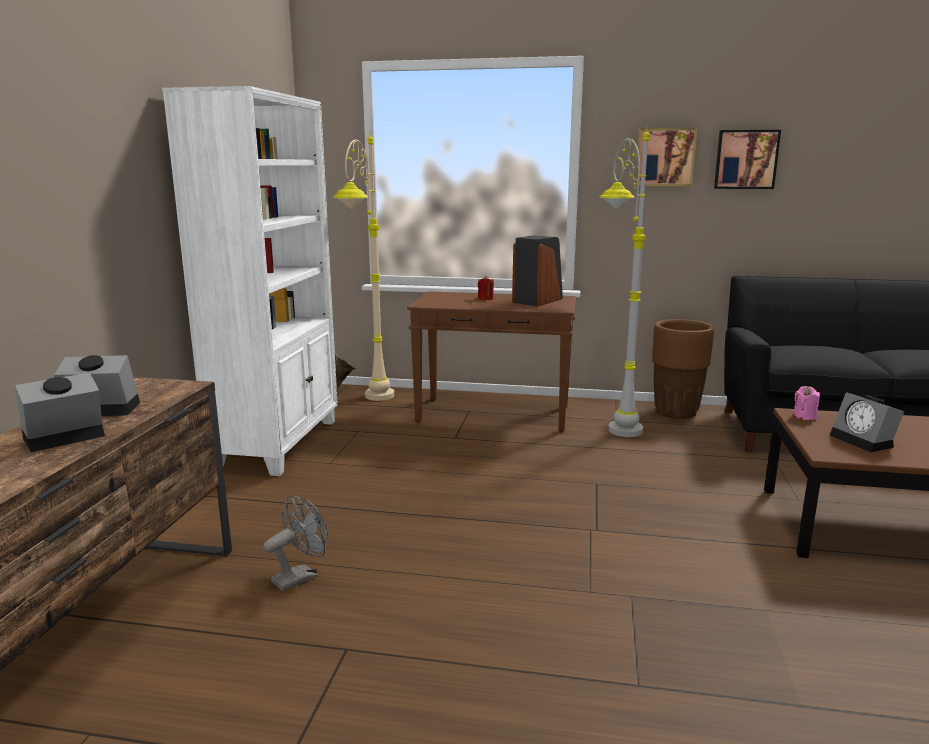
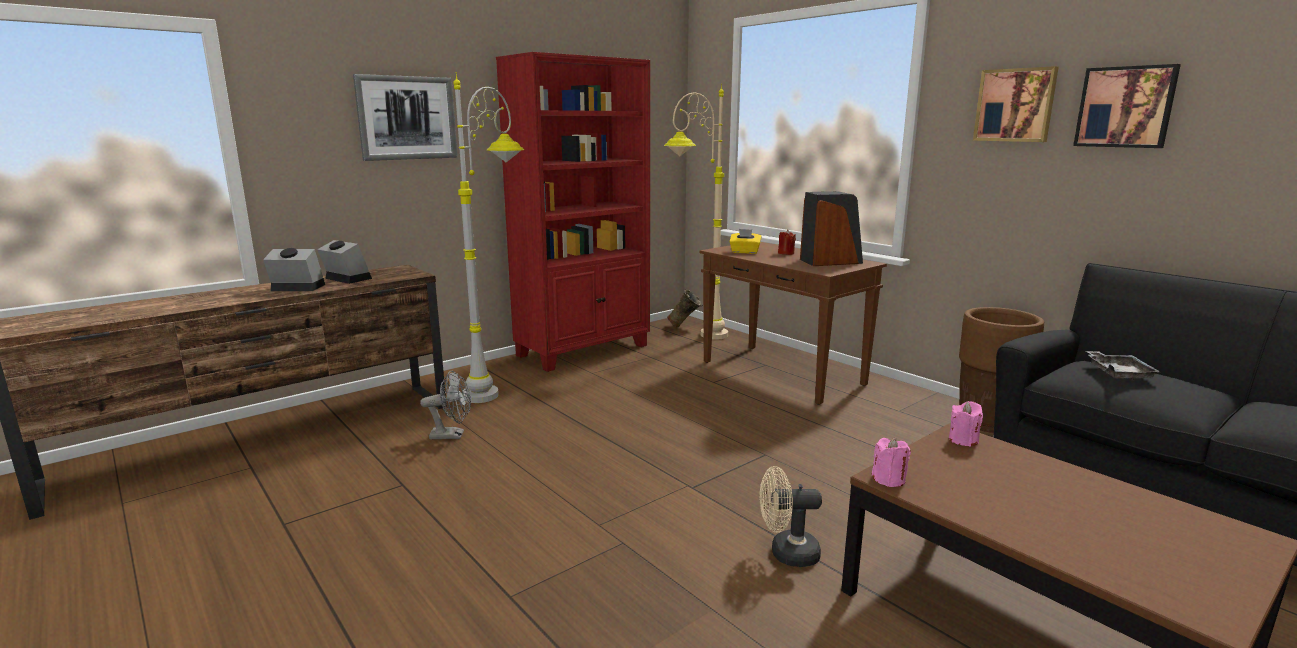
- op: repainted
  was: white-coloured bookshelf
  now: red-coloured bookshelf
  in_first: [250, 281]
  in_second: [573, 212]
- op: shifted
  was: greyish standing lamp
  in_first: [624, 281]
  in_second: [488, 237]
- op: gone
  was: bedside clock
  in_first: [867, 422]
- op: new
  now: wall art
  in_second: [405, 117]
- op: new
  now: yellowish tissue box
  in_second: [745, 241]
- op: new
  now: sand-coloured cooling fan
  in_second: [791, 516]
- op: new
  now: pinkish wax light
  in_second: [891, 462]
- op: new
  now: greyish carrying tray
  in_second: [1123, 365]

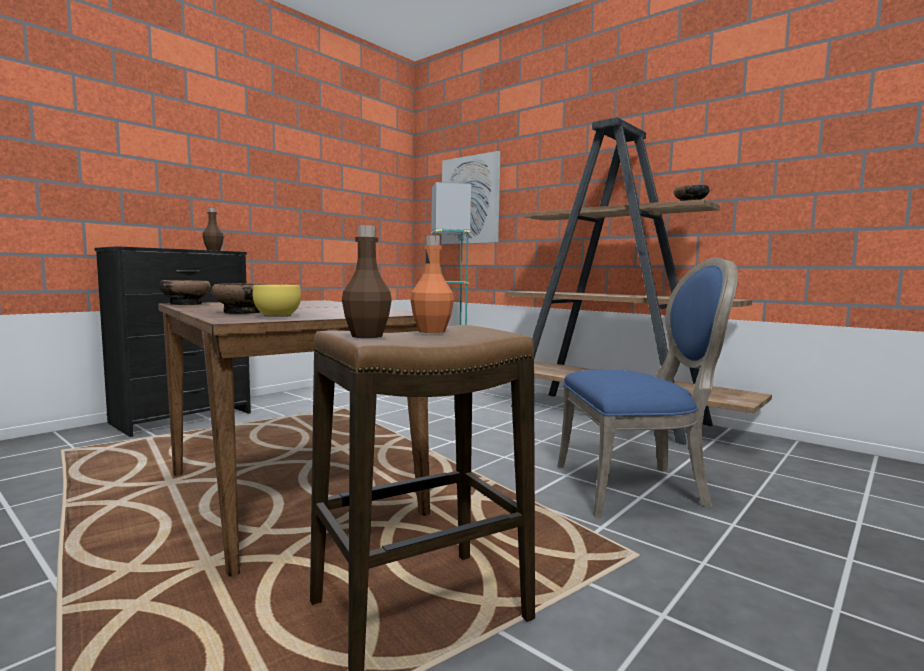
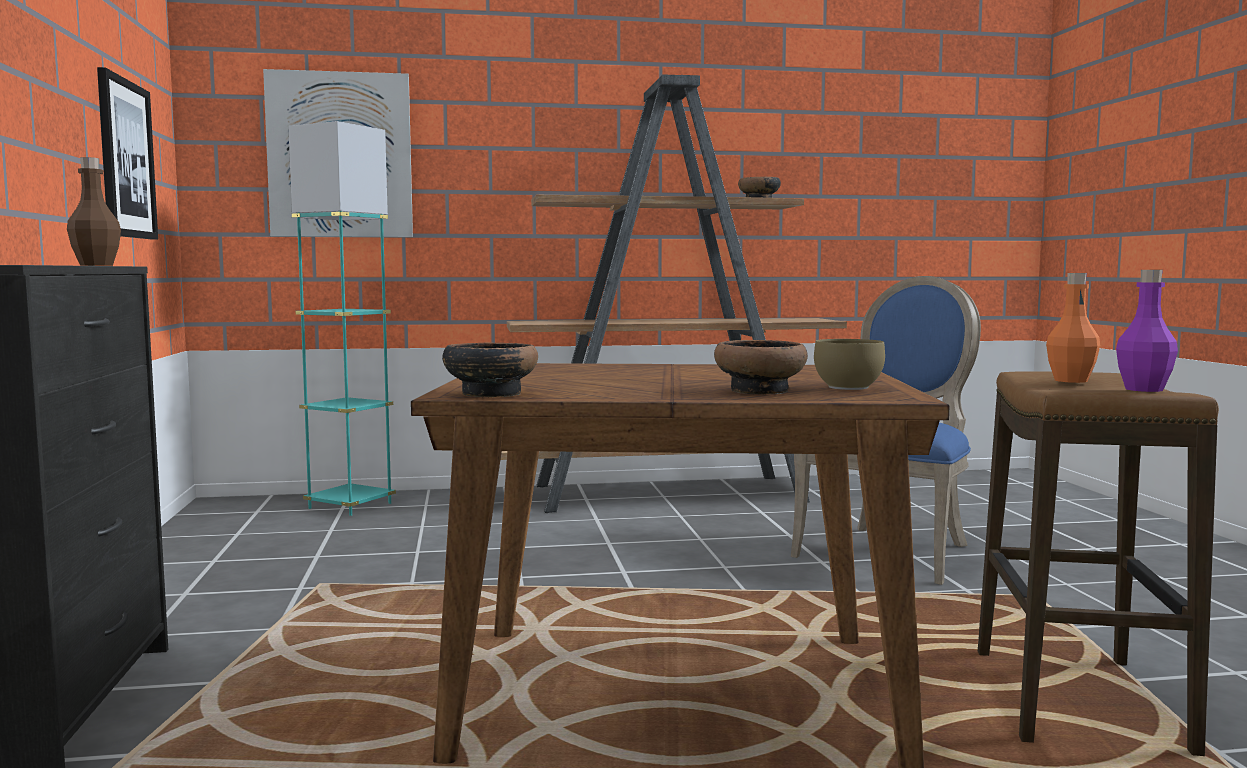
- op: repainted
  was: yellowish deep dish
  now: brownish deep dish
  in_first: [277, 301]
  in_second: [849, 364]
- op: repainted
  was: brownish bottle
  now: purplish bottle
  in_first: [367, 281]
  in_second: [1147, 331]
- op: new
  now: wall art
  in_second: [127, 153]

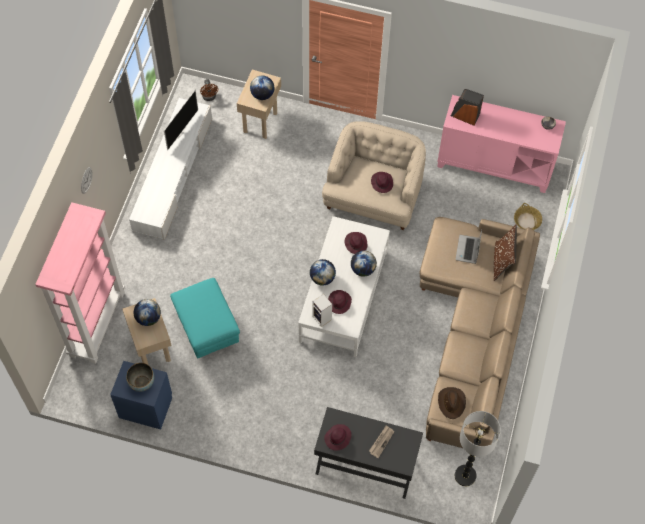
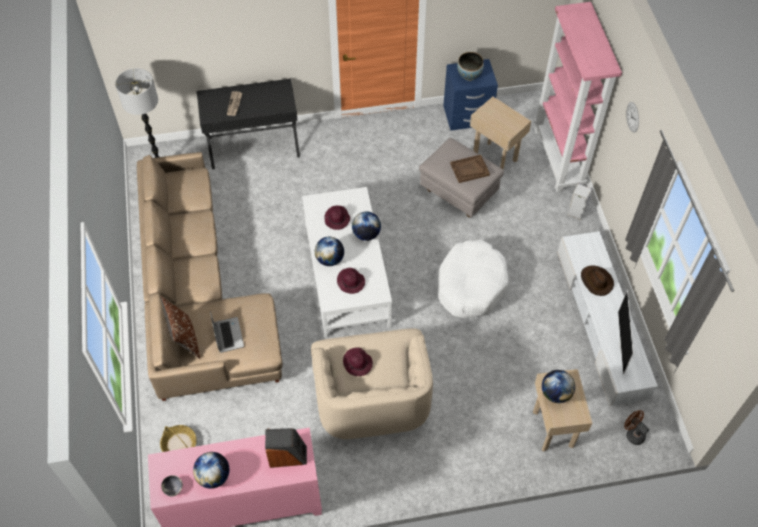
- op: shifted
  was: world globe
  in_first: [147, 312]
  in_second: [211, 470]
- op: repainted
  was: turquoise pouffe
  now: greyish pouffe
  in_first: [205, 318]
  in_second: [461, 178]
- op: shifted
  was: loudspeaker
  in_first: [322, 310]
  in_second: [579, 202]
- op: gone
  was: purplish wearable hat
  in_first: [338, 437]
- op: shifted
  was: brownish wearable hat
  in_first: [452, 403]
  in_second: [597, 280]
- op: new
  now: white-coloured dog cushion
  in_second: [473, 278]
- op: new
  now: brownish carrying tray
  in_second: [470, 169]

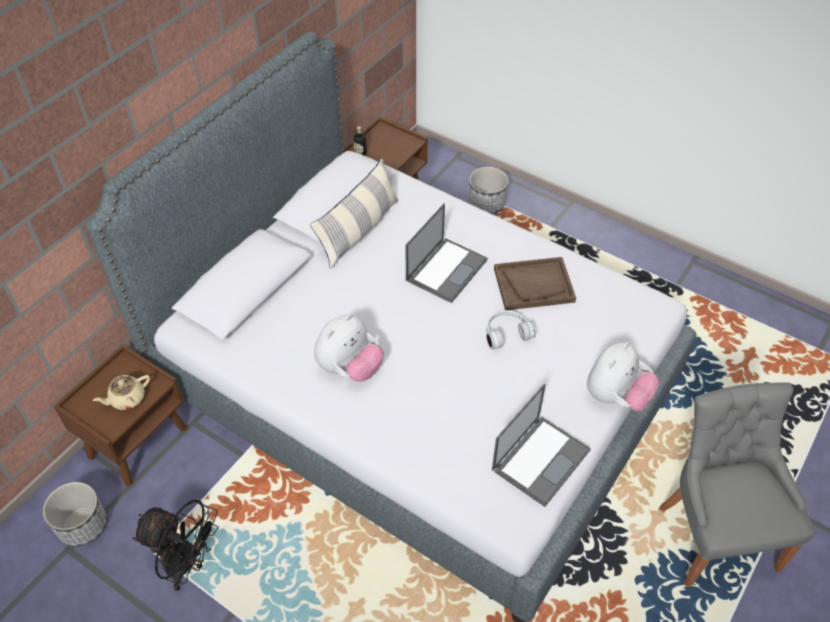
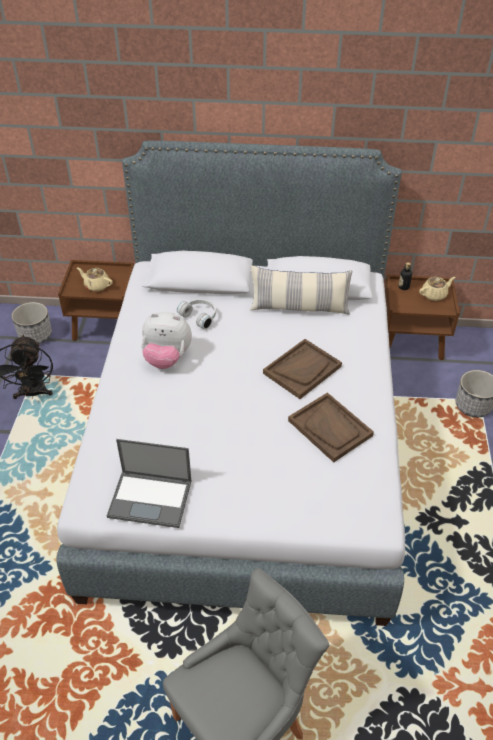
- op: swapped
  was: notebook computer
  now: brownish carrying tray
  in_first: [446, 253]
  in_second: [302, 369]
- op: shifted
  was: white-coloured pair of headphones
  in_first: [511, 329]
  in_second: [196, 314]
- op: gone
  was: cuddly toy
  in_first: [623, 376]
- op: new
  now: sand-coloured teapot
  in_second: [437, 289]

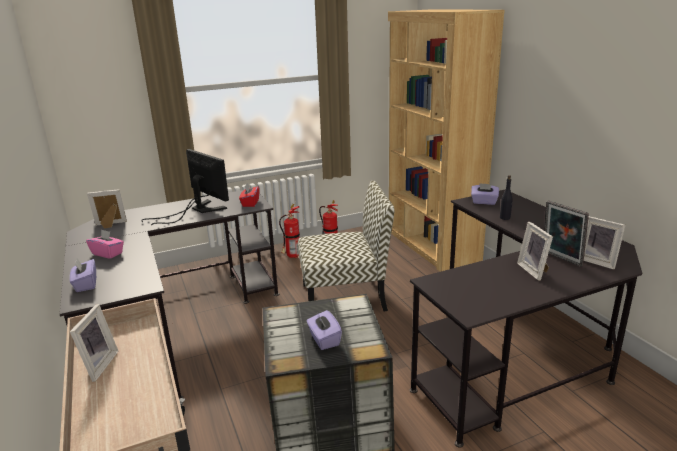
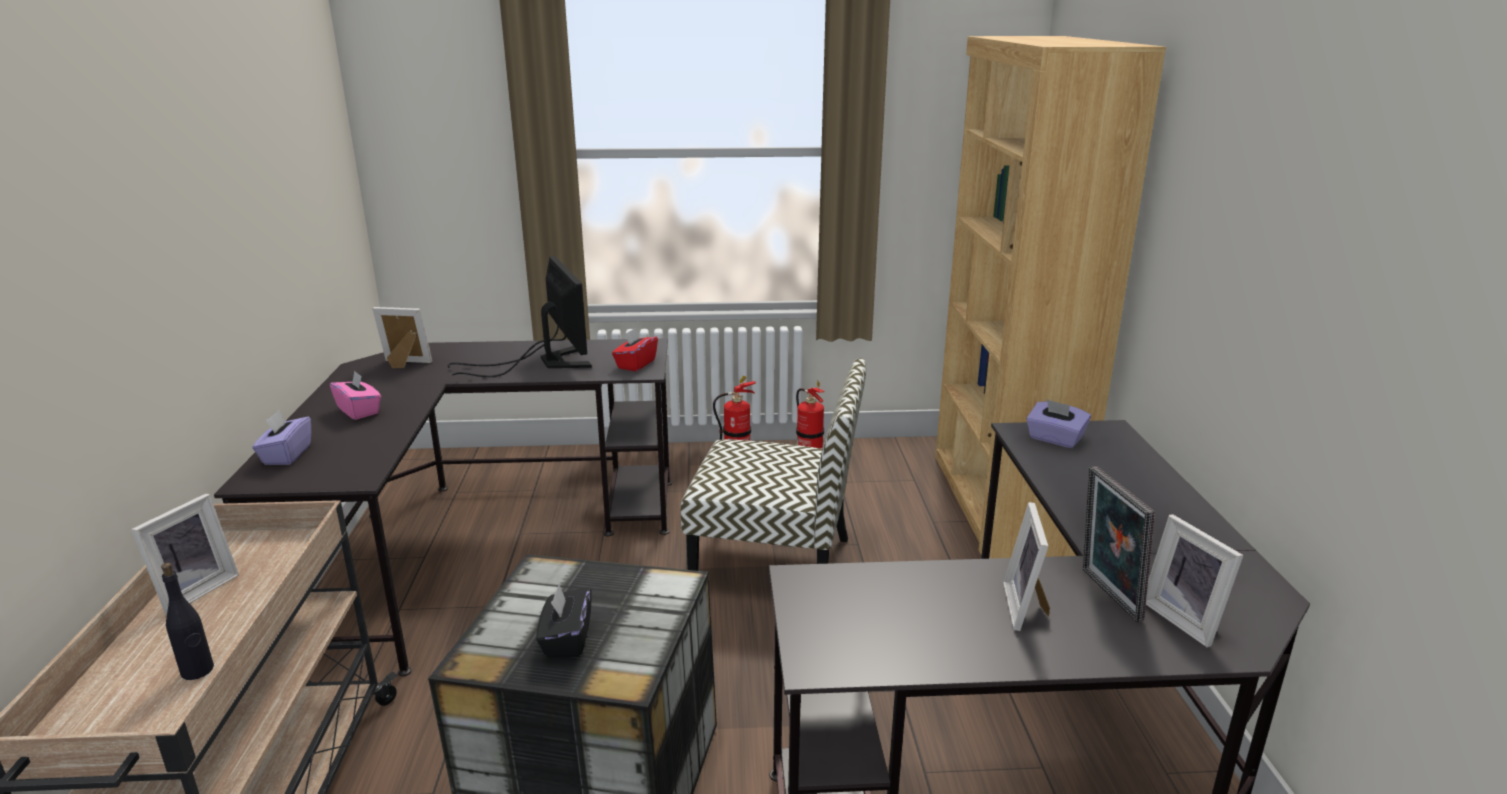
- op: repainted
  was: purplish tissue box
  now: blackish tissue box
  in_first: [324, 330]
  in_second: [564, 620]
- op: shifted
  was: blackish bottle
  in_first: [506, 197]
  in_second: [187, 621]

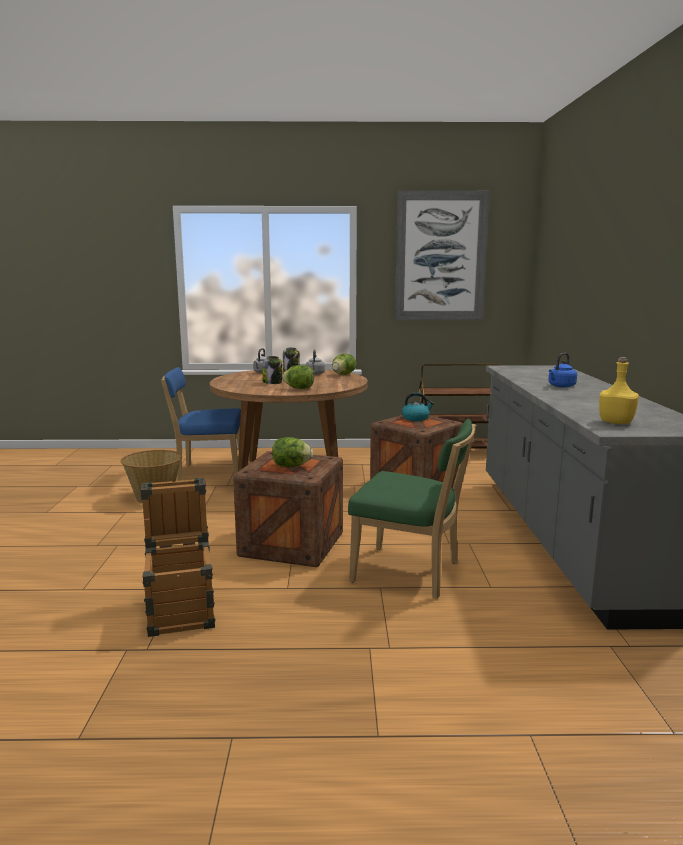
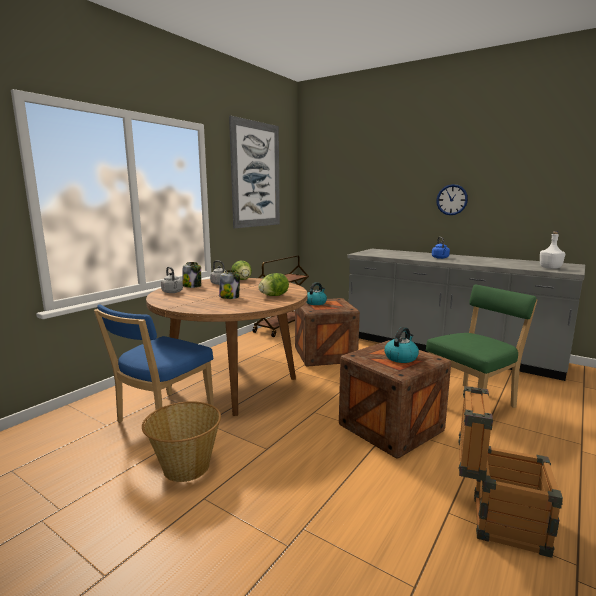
- op: swapped
  was: head of lettuce
  now: kettle
  in_first: [292, 452]
  in_second: [401, 345]
- op: repainted
  was: yellowish bottle
  now: white-coloured bottle
  in_first: [619, 390]
  in_second: [553, 250]
- op: new
  now: clock on the wall
  in_second: [452, 199]

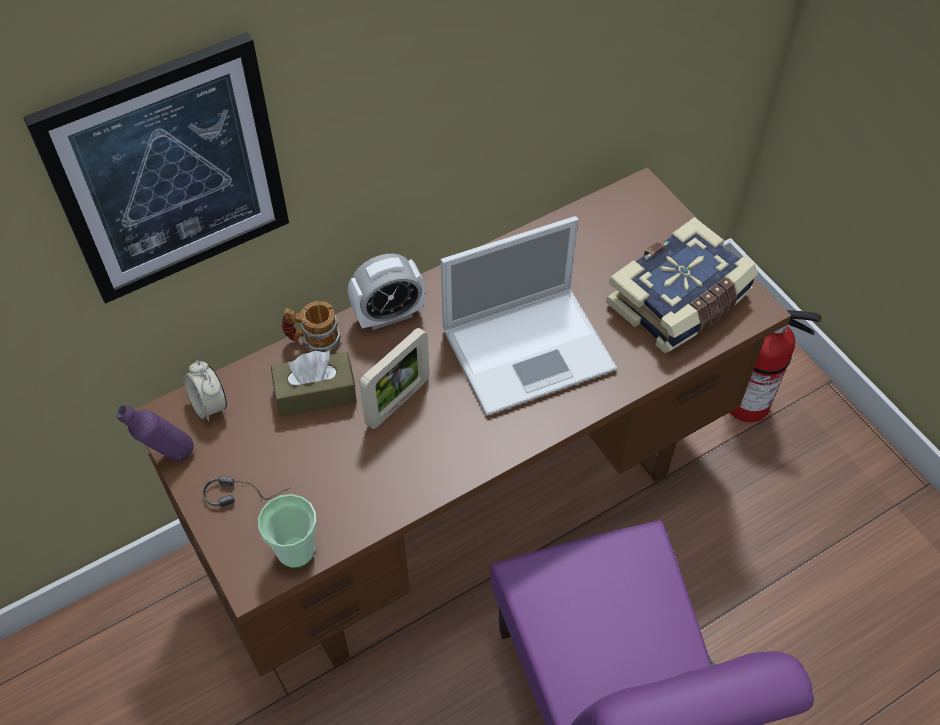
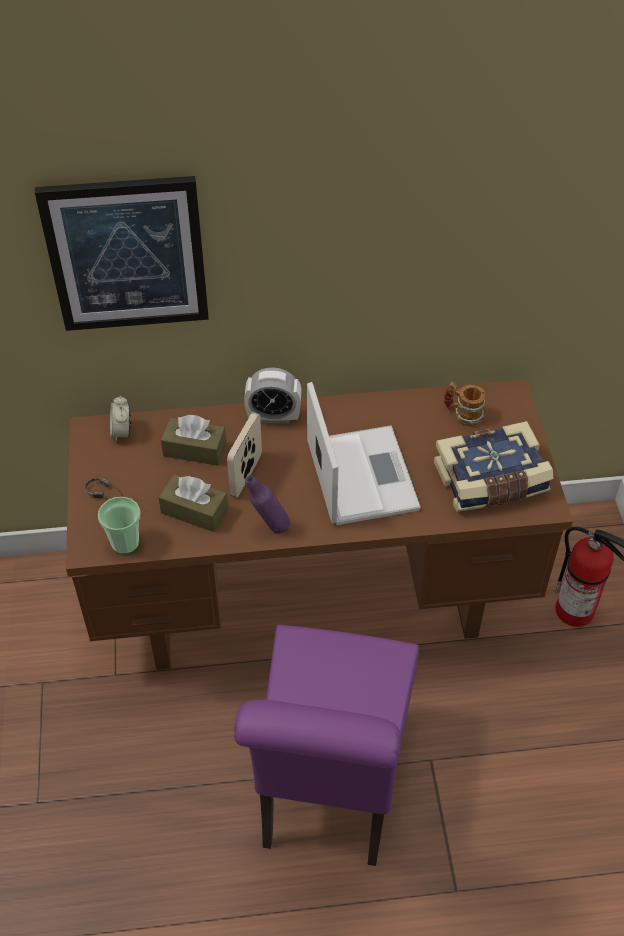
- op: shifted
  was: purplish bottle
  in_first: [154, 433]
  in_second: [267, 504]
- op: shifted
  was: tea mug
  in_first: [311, 327]
  in_second: [464, 404]
- op: rotated
  was: picture frame
  in_first: [394, 378]
  in_second: [244, 455]
  clockwise: 135
- op: rotated
  was: notebook computer
  in_first: [529, 316]
  in_second: [364, 453]
  clockwise: -105
- op: new
  now: brownish tissue box
  in_second: [193, 503]

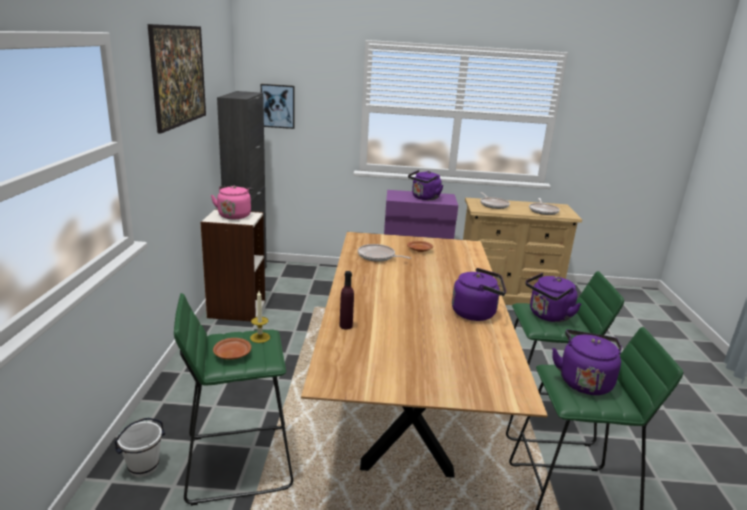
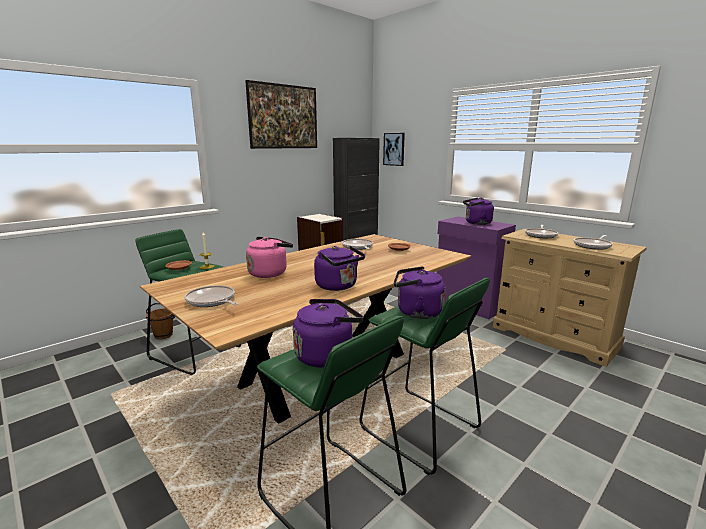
- op: repainted
  was: white-coloured pail
  now: brownish pail
  in_first: [140, 447]
  in_second: [160, 321]
- op: shifted
  was: pinkish kettle
  in_first: [232, 202]
  in_second: [269, 257]
- op: gone
  was: purplish bottle
  in_first: [347, 300]
- op: new
  now: frying pan
  in_second: [211, 296]

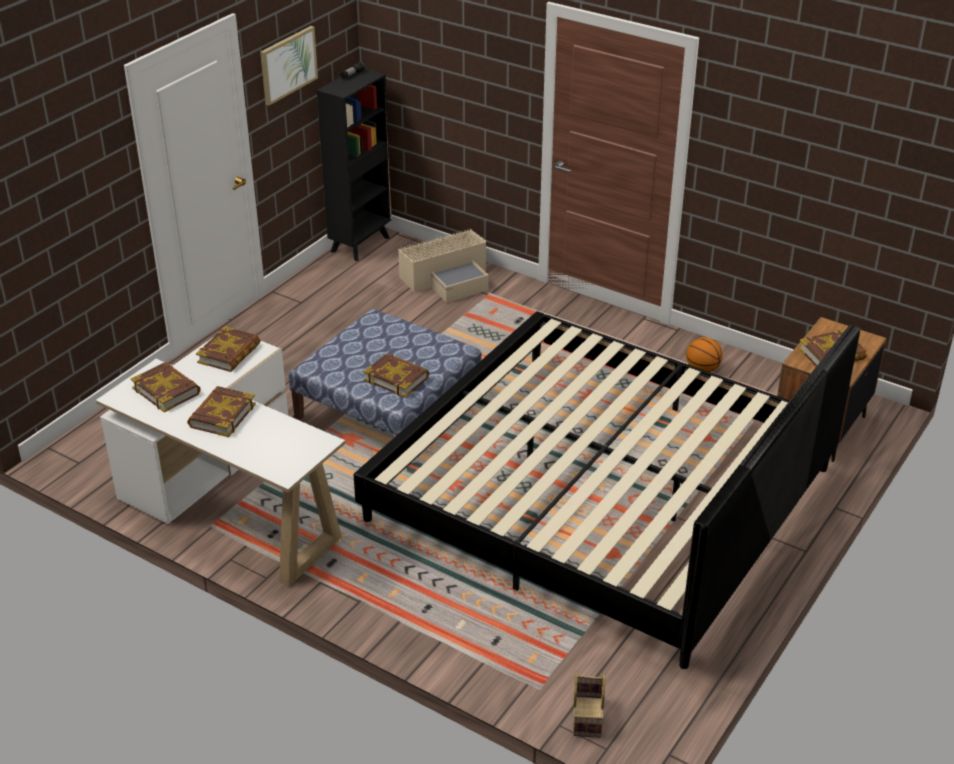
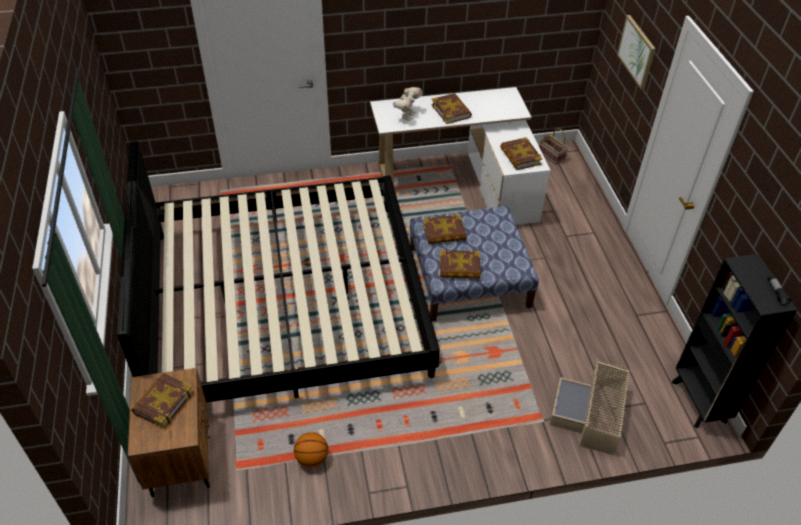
- op: shifted
  was: volume
  in_first: [166, 387]
  in_second: [460, 264]
- op: shifted
  was: wall art
  in_first: [289, 66]
  in_second: [636, 52]
- op: shifted
  was: basket
  in_first: [589, 704]
  in_second: [553, 146]
- op: new
  now: toy robot
  in_second: [407, 104]

